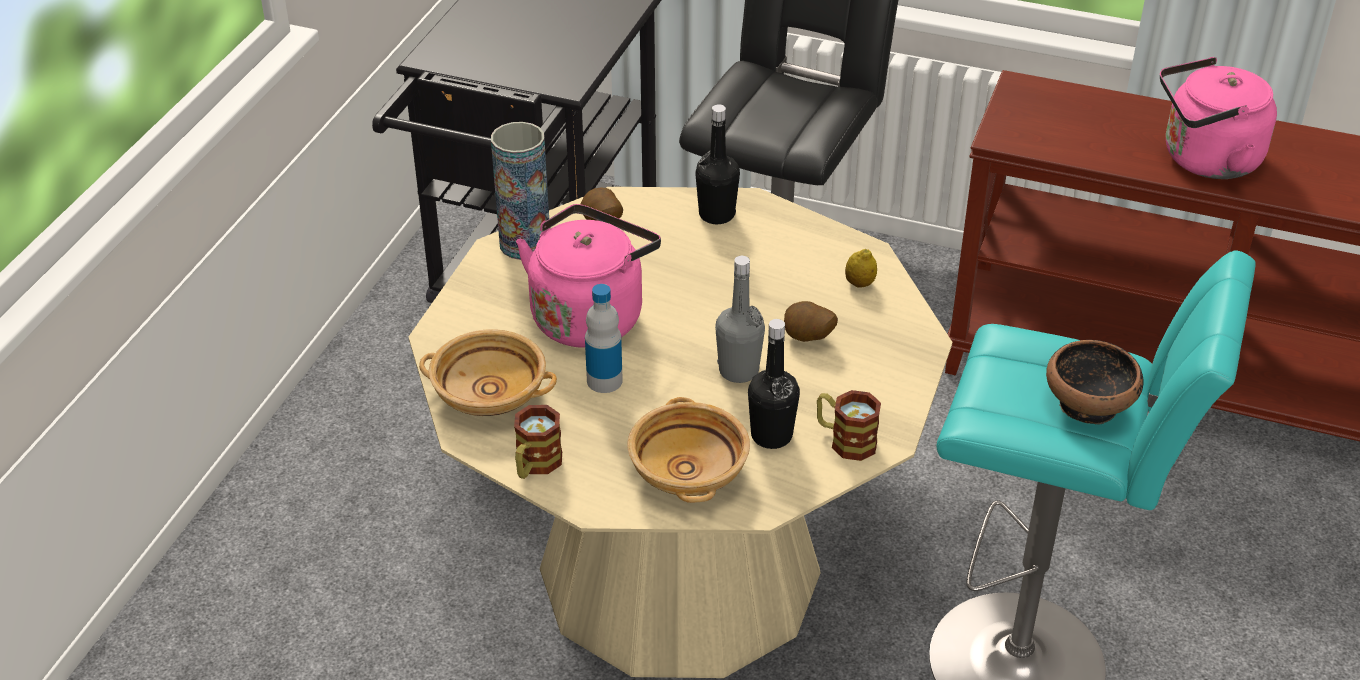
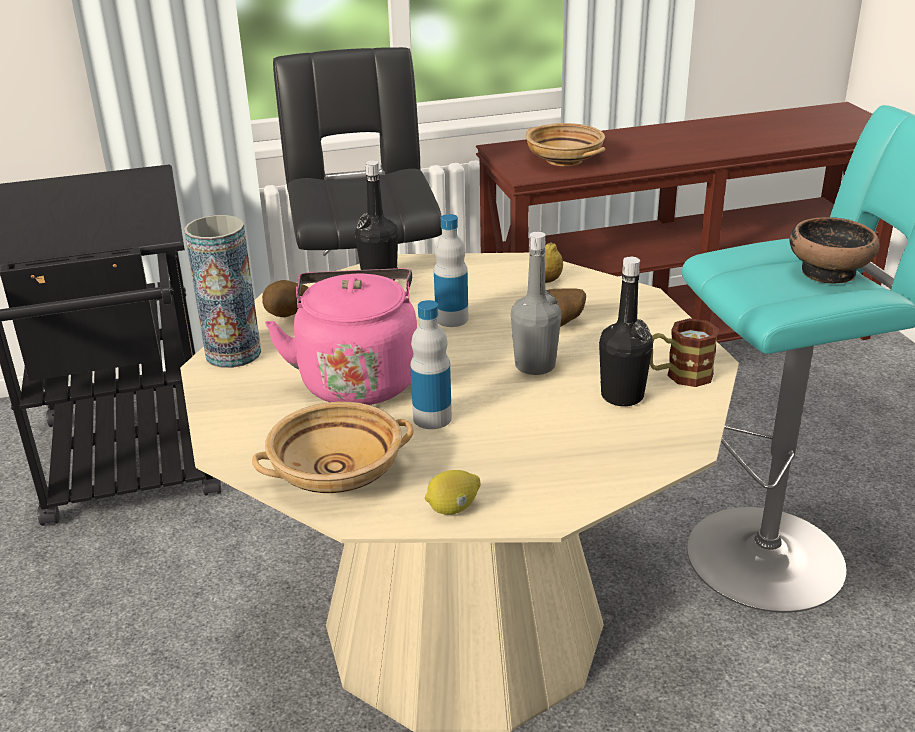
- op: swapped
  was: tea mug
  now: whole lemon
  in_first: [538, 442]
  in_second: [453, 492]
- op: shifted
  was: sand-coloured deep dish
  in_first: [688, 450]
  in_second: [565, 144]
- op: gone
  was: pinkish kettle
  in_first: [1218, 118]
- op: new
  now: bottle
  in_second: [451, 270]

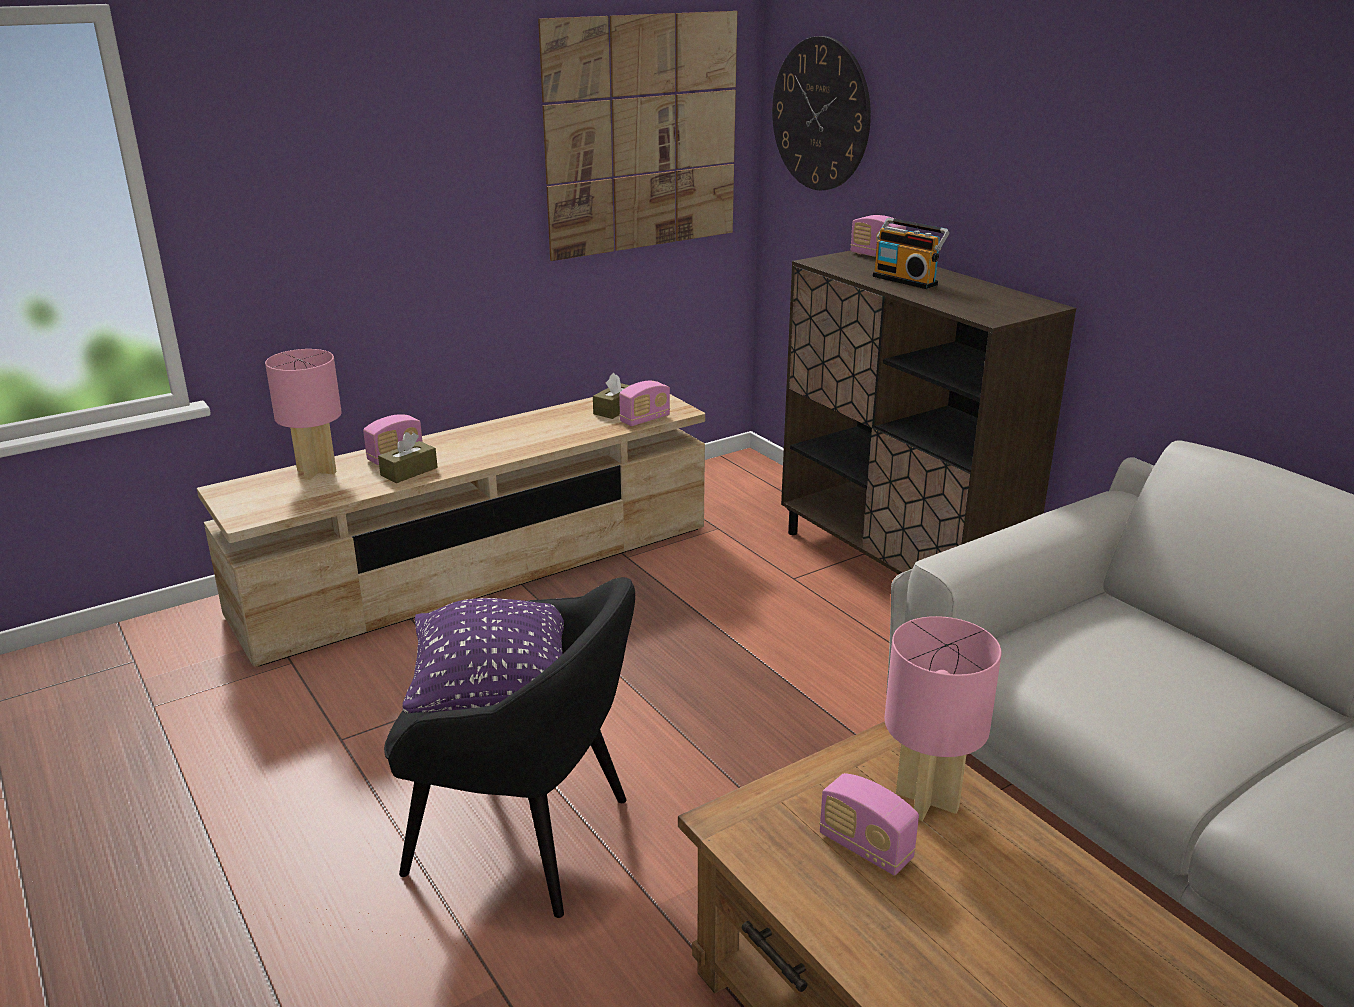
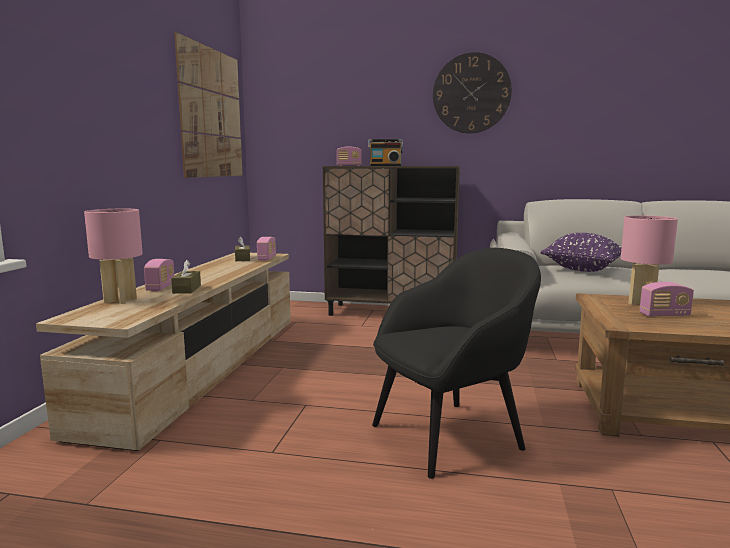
- op: shifted
  was: purplish throw pillow
  in_first: [483, 656]
  in_second: [581, 252]
- op: shifted
  was: clock on the wall
  in_first: [821, 113]
  in_second: [472, 93]

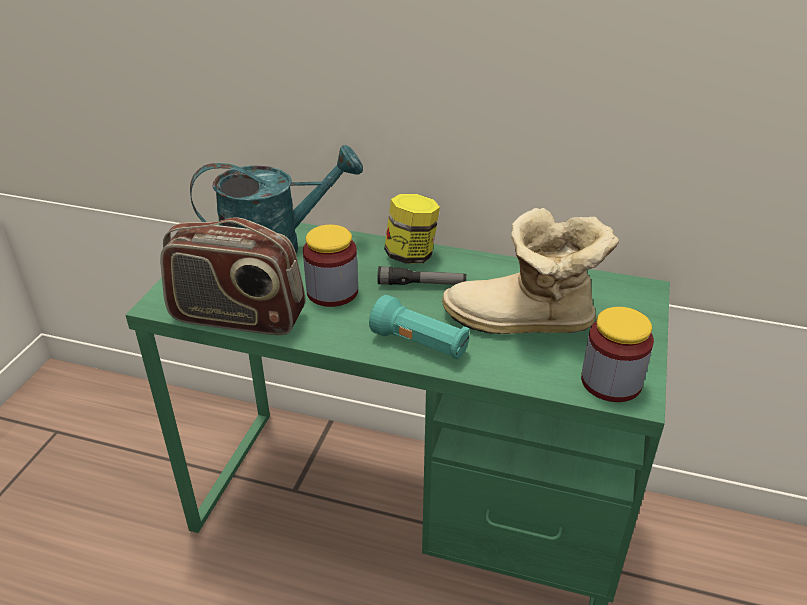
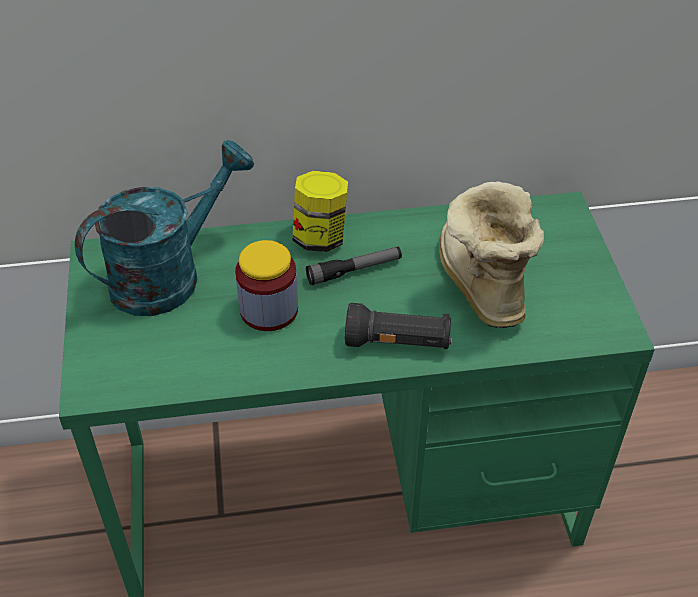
- op: gone
  was: radio
  in_first: [232, 276]
- op: repainted
  was: turquoise hand torch
  now: blackish hand torch
  in_first: [419, 327]
  in_second: [398, 326]
- op: rotated
  was: boot
  in_first: [530, 271]
  in_second: [491, 254]
  clockwise: 90
- op: gone
  was: storage jar
  in_first: [617, 354]

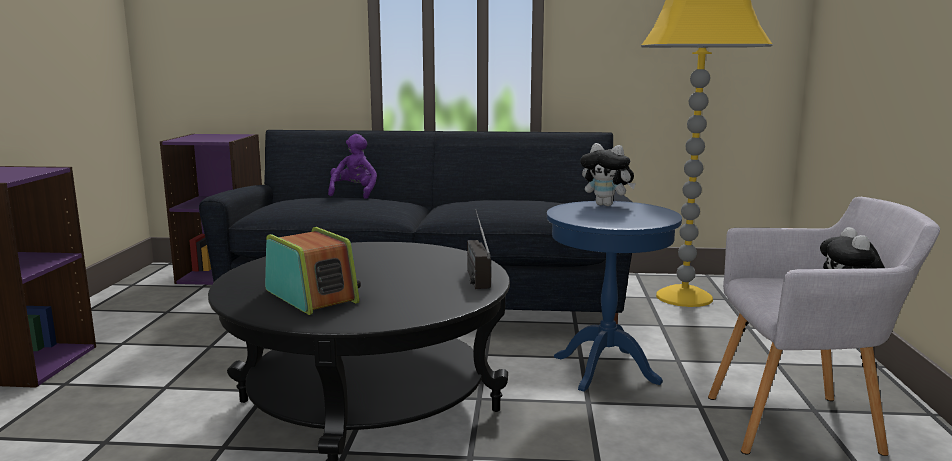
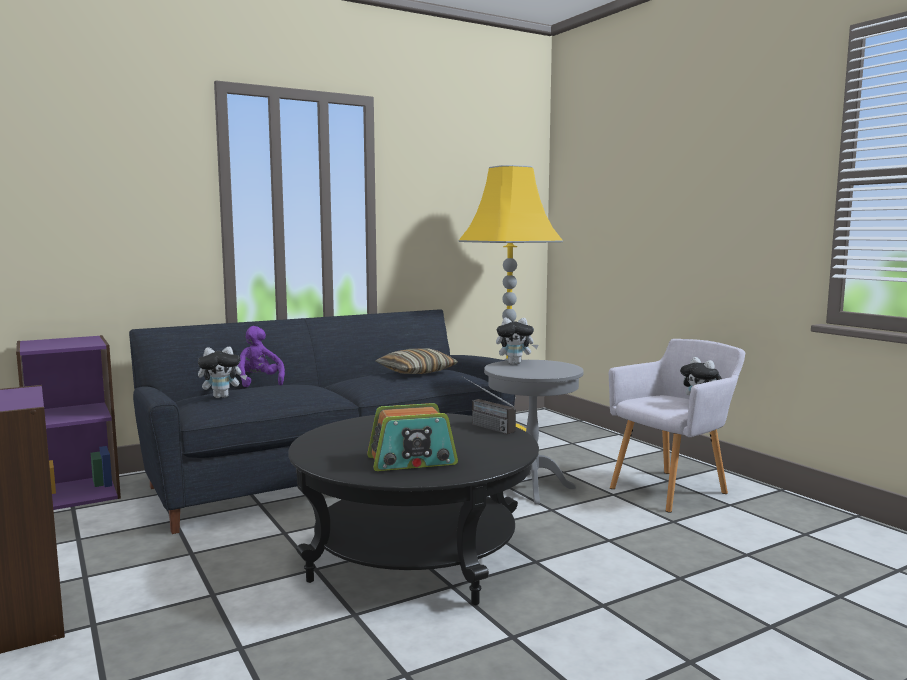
- op: rotated
  was: radio
  in_first: [313, 271]
  in_second: [412, 437]
  clockwise: 150
- op: repainted
  was: bluish side table
  now: greyish side table
  in_first: [614, 296]
  in_second: [534, 432]
- op: new
  now: cuddly toy
  in_second: [222, 372]
- op: new
  now: throw pillow
  in_second: [417, 361]

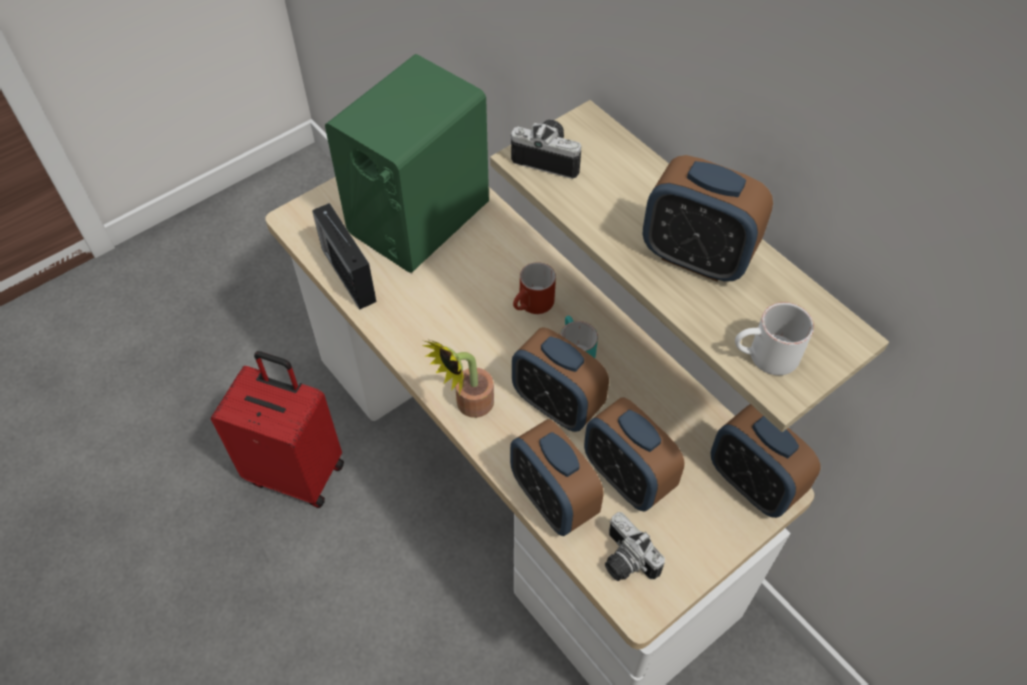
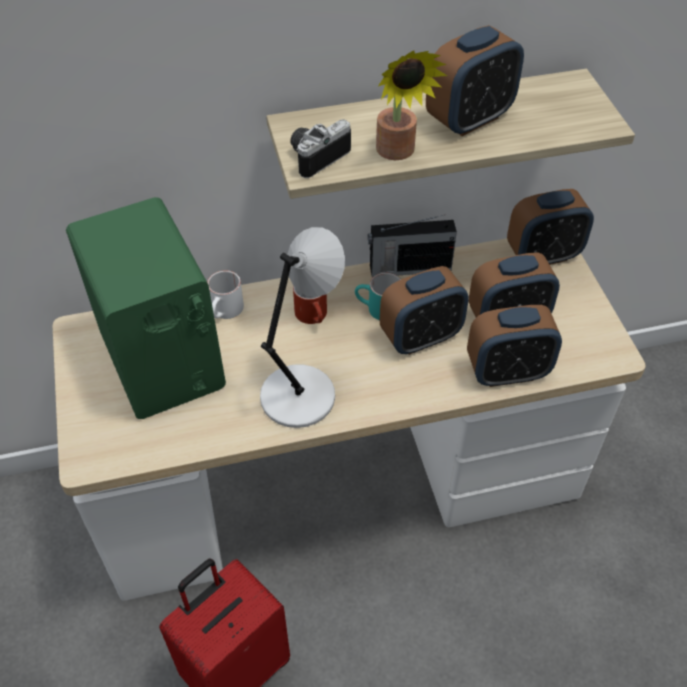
- op: shifted
  was: radio
  in_first: [344, 256]
  in_second: [412, 246]
- op: shifted
  was: houseplant
  in_first: [458, 378]
  in_second: [411, 105]
- op: gone
  was: photo camera
  in_first: [635, 546]
- op: shifted
  was: white-coloured tea mug
  in_first: [774, 338]
  in_second: [225, 294]
- op: new
  now: greyish table lamp
  in_second: [302, 327]

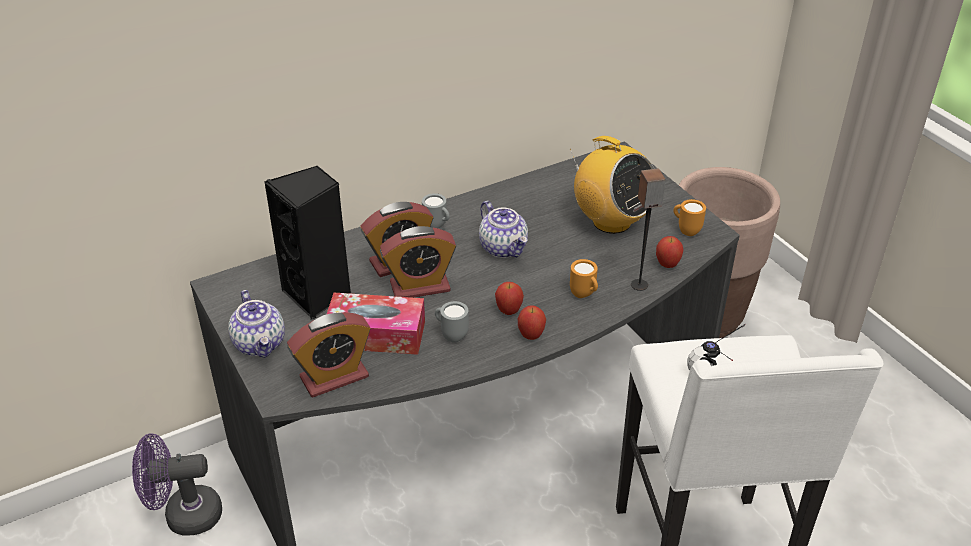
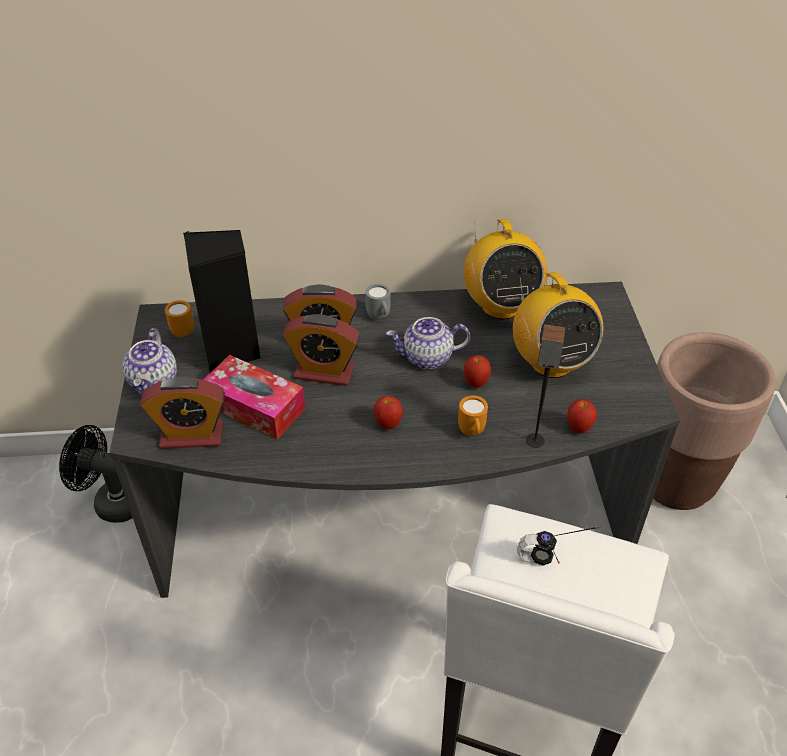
- op: repainted
  was: purplish cooling fan
  now: blackish cooling fan
  in_first: [177, 484]
  in_second: [96, 474]
- op: gone
  was: greyish tea mug
  in_first: [452, 322]
- op: rotated
  was: teapot
  in_first: [503, 229]
  in_second: [428, 343]
  clockwise: 90
- op: shifted
  was: apple
  in_first: [532, 322]
  in_second: [477, 371]
- op: shifted
  was: orange-coloured tea mug
  in_first: [689, 217]
  in_second: [179, 318]
- op: new
  now: radio
  in_second: [505, 269]

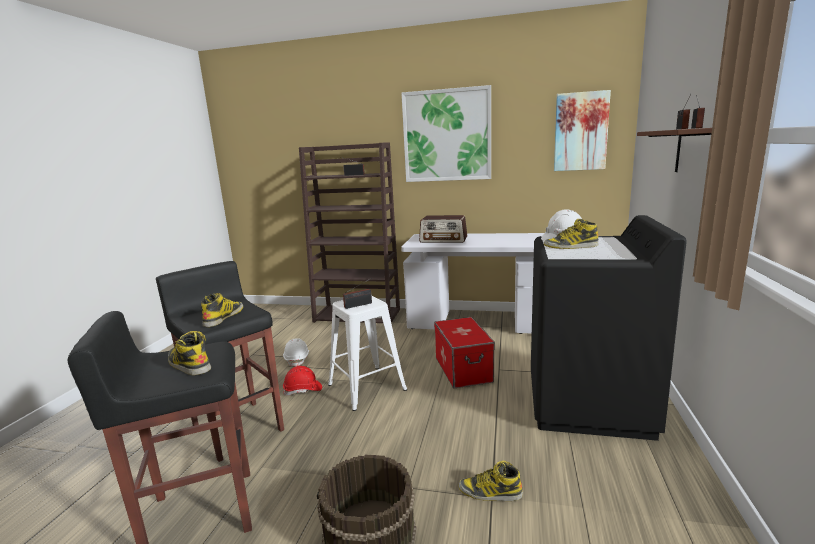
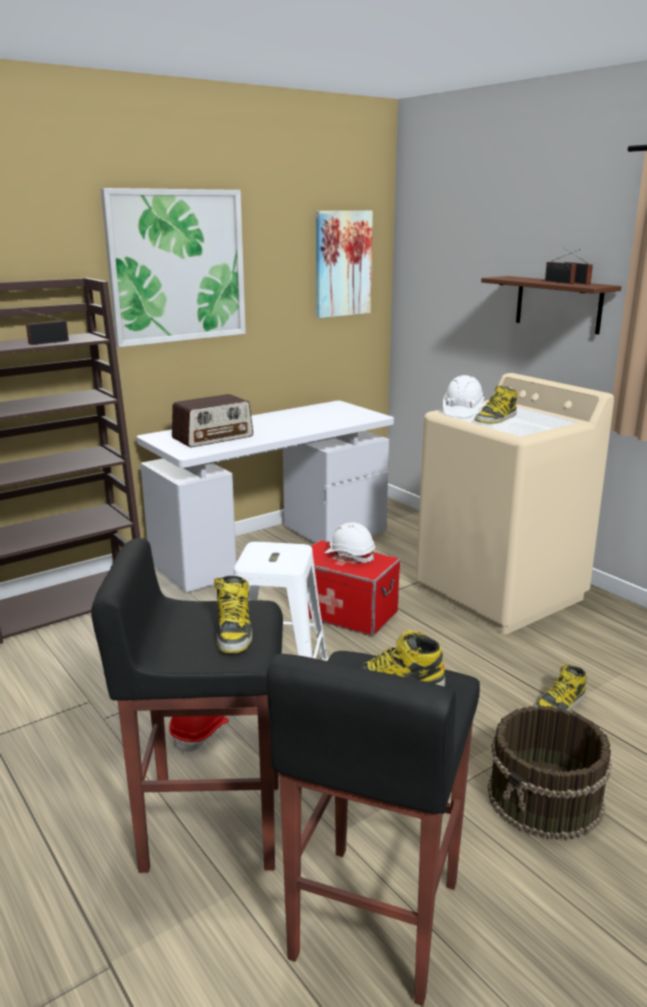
- op: rotated
  was: boot
  in_first: [222, 310]
  in_second: [233, 614]
  clockwise: -150
- op: shifted
  was: white-coloured work helmet
  in_first: [296, 352]
  in_second: [350, 542]
- op: gone
  was: radio
  in_first: [357, 293]
- op: repainted
  was: blackish laundry appliance
  now: sand-coloured laundry appliance
  in_first: [609, 328]
  in_second: [515, 504]

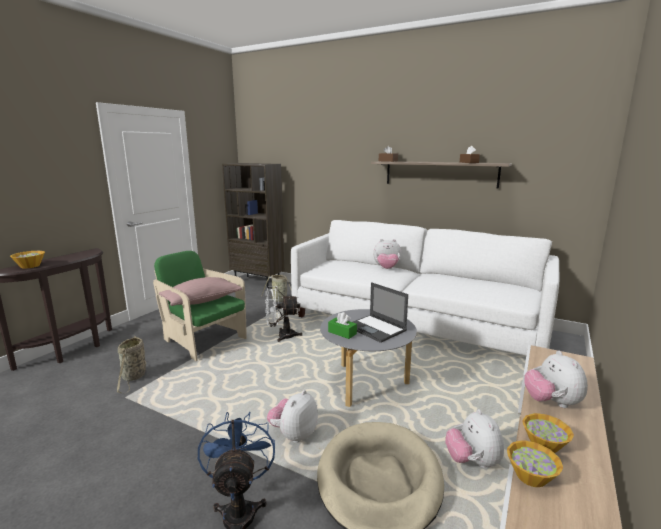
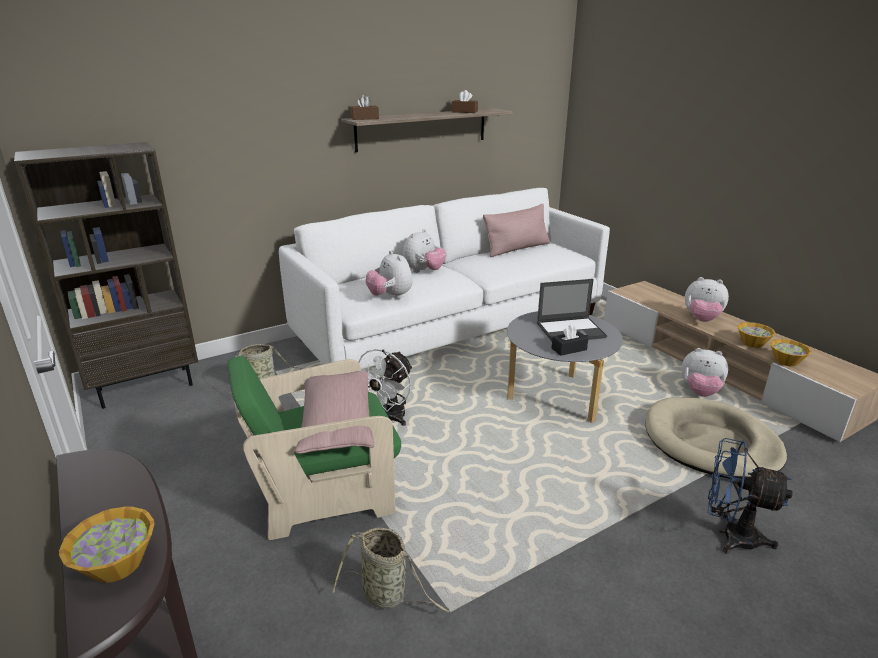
- op: shifted
  was: cuddly toy
  in_first: [292, 416]
  in_second: [389, 275]
- op: repainted
  was: green tissue box
  now: blackish tissue box
  in_first: [342, 325]
  in_second: [569, 340]
- op: new
  now: pinkish throw pillow
  in_second: [516, 230]

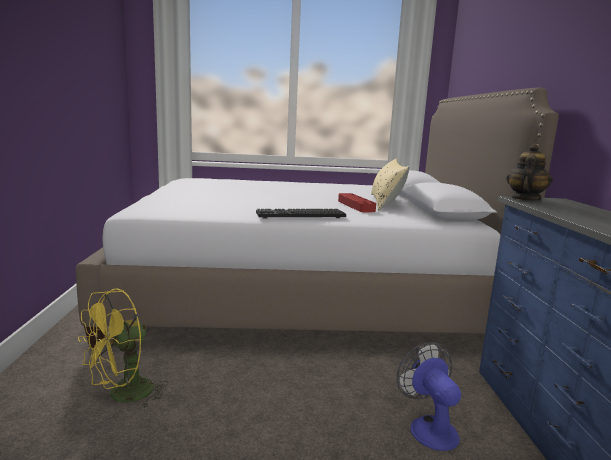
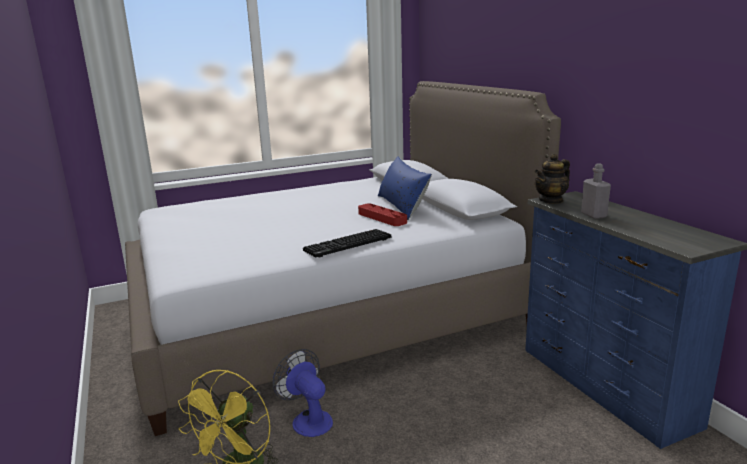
- op: repainted
  was: sand-coloured throw pillow
  now: bluish throw pillow
  in_first: [390, 184]
  in_second: [405, 188]
- op: shifted
  was: cooling fan
  in_first: [429, 396]
  in_second: [302, 393]
- op: rotated
  was: teapot
  in_first: [529, 172]
  in_second: [552, 179]
  clockwise: -135
- op: new
  now: greyish bottle
  in_second: [596, 191]

